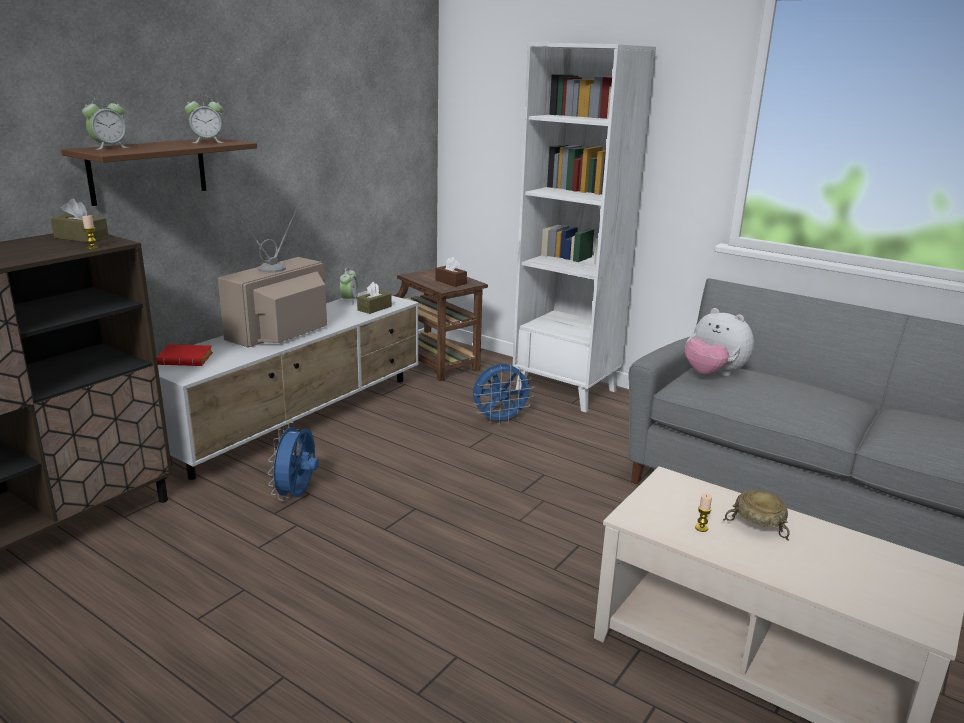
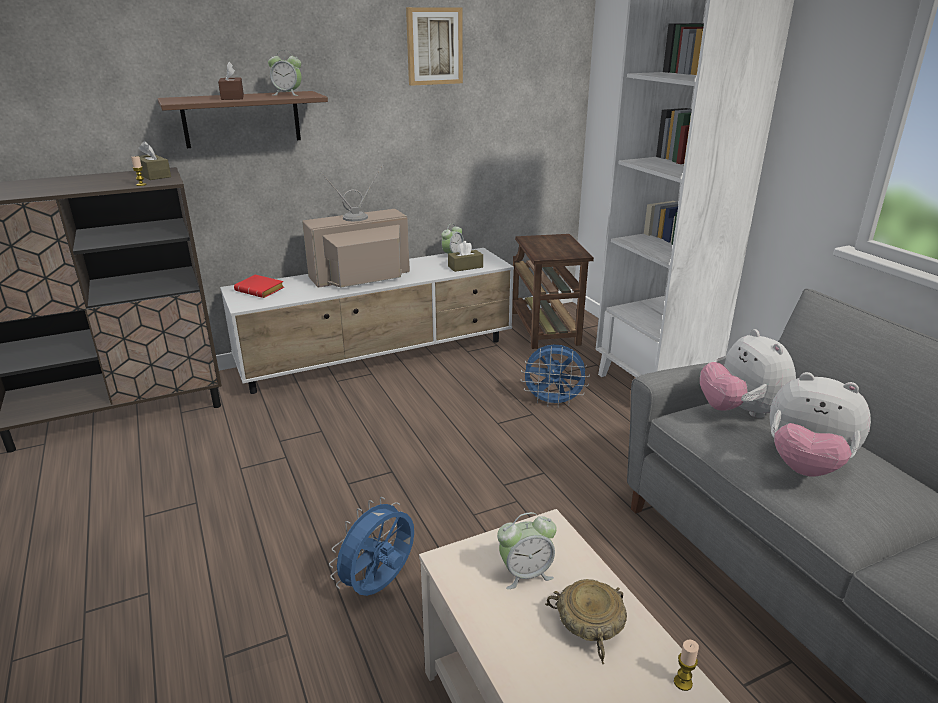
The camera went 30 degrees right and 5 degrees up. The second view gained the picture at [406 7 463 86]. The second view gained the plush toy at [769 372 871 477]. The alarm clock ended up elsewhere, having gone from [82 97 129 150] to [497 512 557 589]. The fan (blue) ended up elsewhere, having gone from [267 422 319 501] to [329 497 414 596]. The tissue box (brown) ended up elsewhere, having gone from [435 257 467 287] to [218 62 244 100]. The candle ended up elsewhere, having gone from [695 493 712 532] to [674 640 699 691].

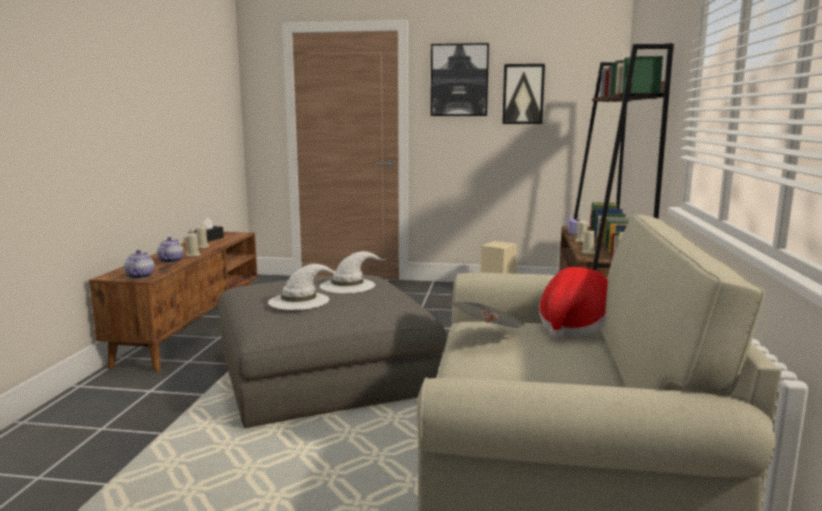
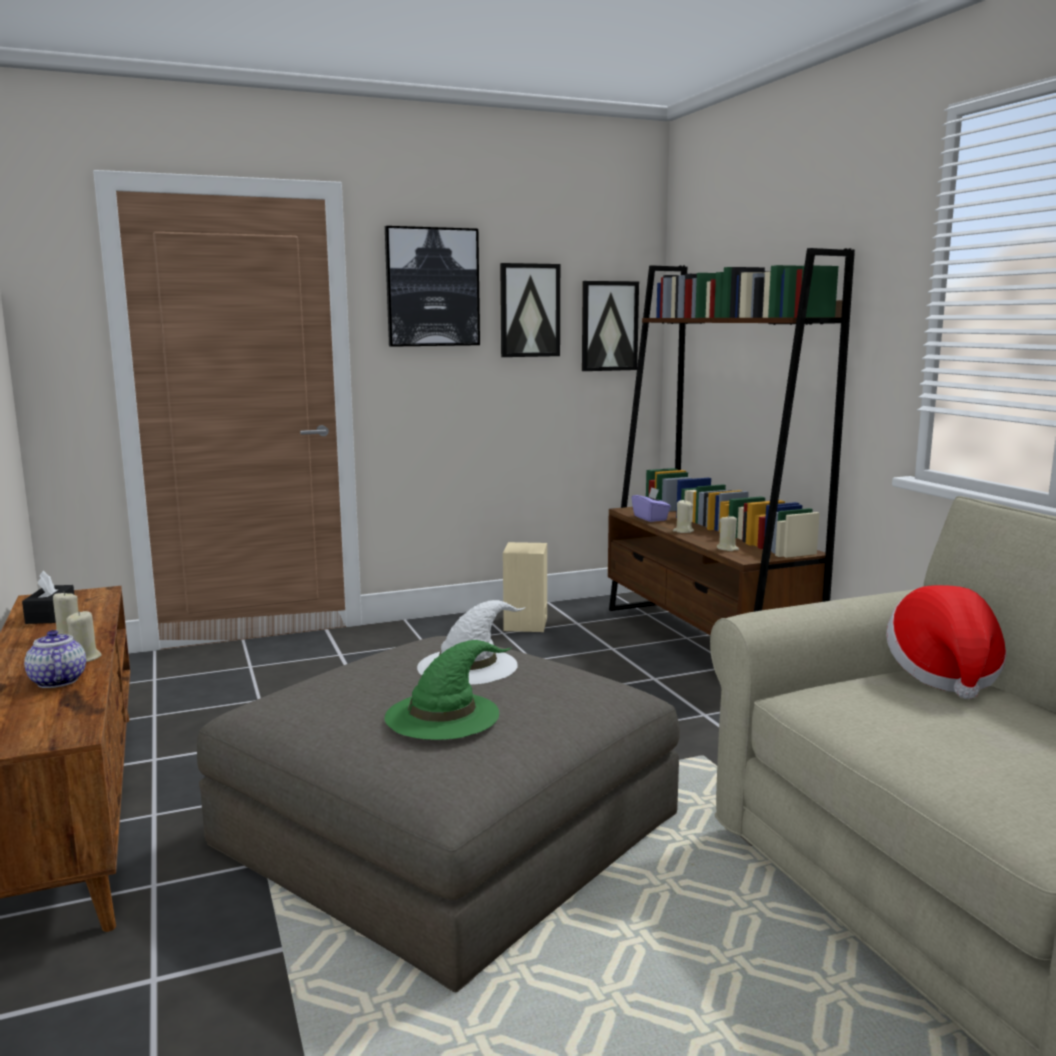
The camera went 30 degrees left and 0 degrees up. The second view lost the teapot at [124 250 154 279]. The second view lost the newspaper at [449 302 525 328]. The second view gained the picture at [582 281 639 371]. What was the hat (white) at [268 264 342 310] turned into the hat (green) at [385 640 512 740].

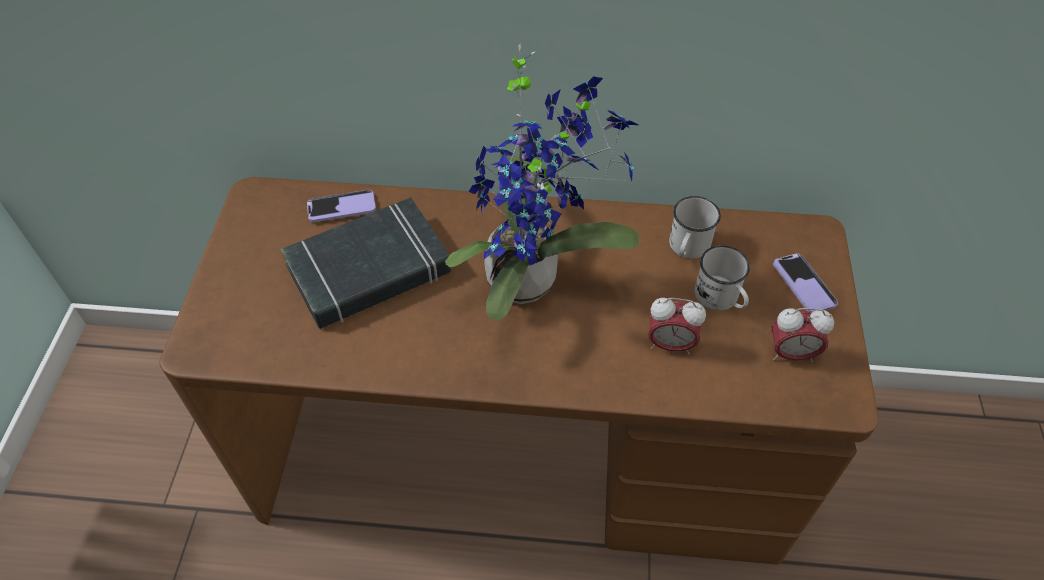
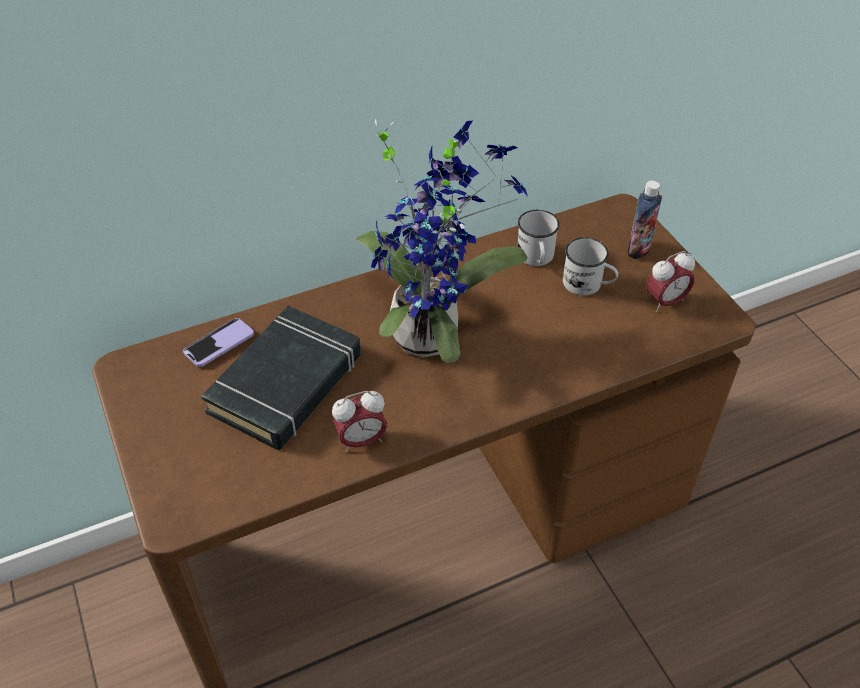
The camera went 30 degrees left and 5 degrees down. The alarm clock ended up elsewhere, having gone from [648 298 706 355] to [332 391 387 452]. Where the phone stood at [773 253 838 312], the bottle came to stand at [627 180 662 259].

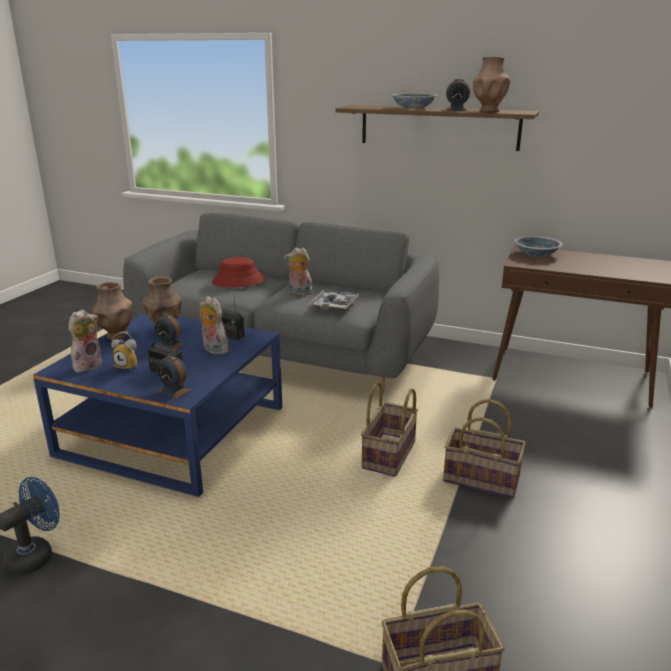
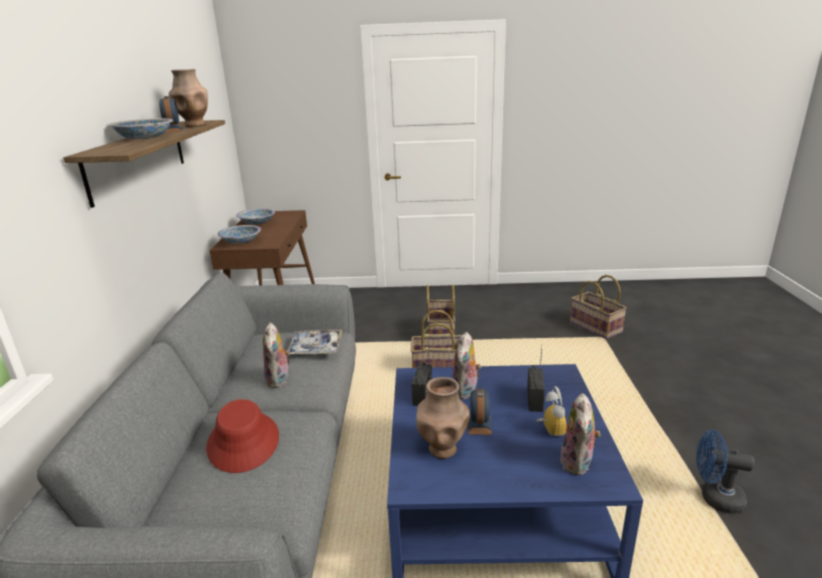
The camera went 110 degrees left and 0 degrees up. The second view lost the vase (brown) at [92 282 132 340]. The second view lost the alarm clock at [157 355 191 399]. The second view gained the bowl at [236 208 275 225]. The plush toy at [69 309 102 373] ended up facing another way, 90 degrees counterclockwise from before.

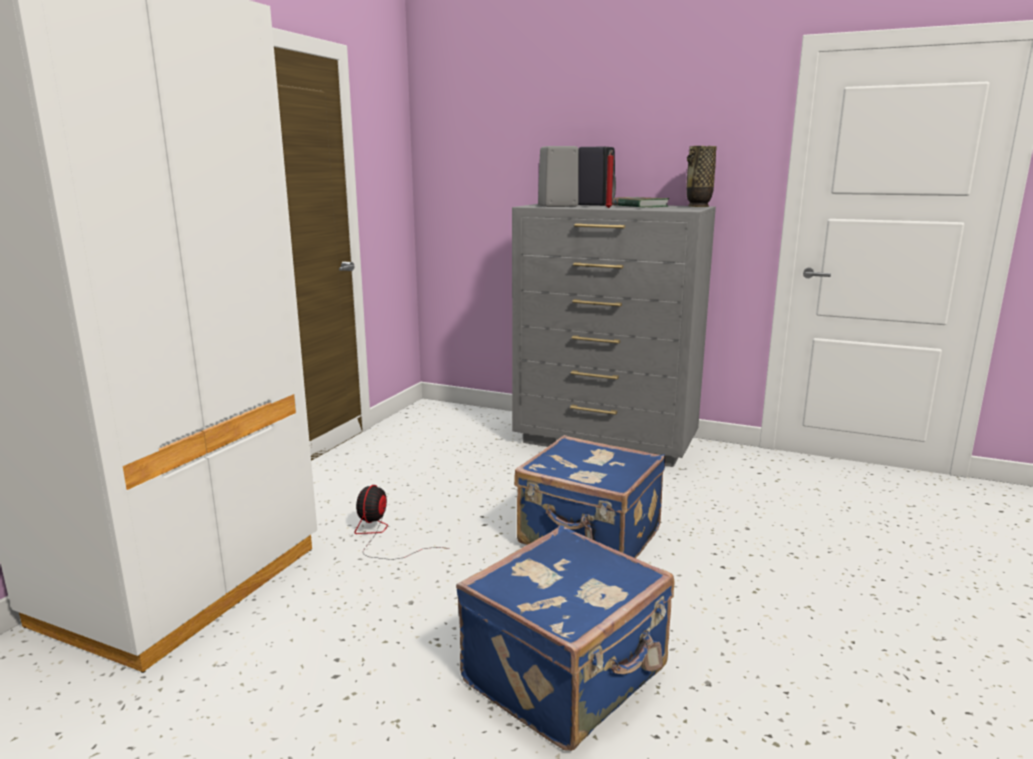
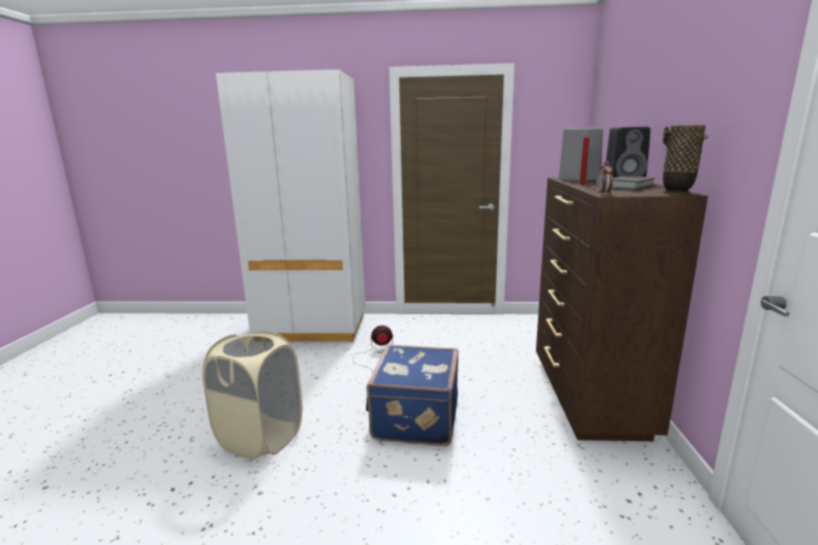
The camera went 70 degrees right and 0 degrees up. The second view gained the alarm clock at [596 161 613 195]. Where the suitcase (blue) stood at [456 525 675 751], the laundry basket (beige) came to stand at [202 330 302 459]. What was the dresser (grey) at [512 204 716 467] turned into the dresser (brown) at [536 177 708 441].

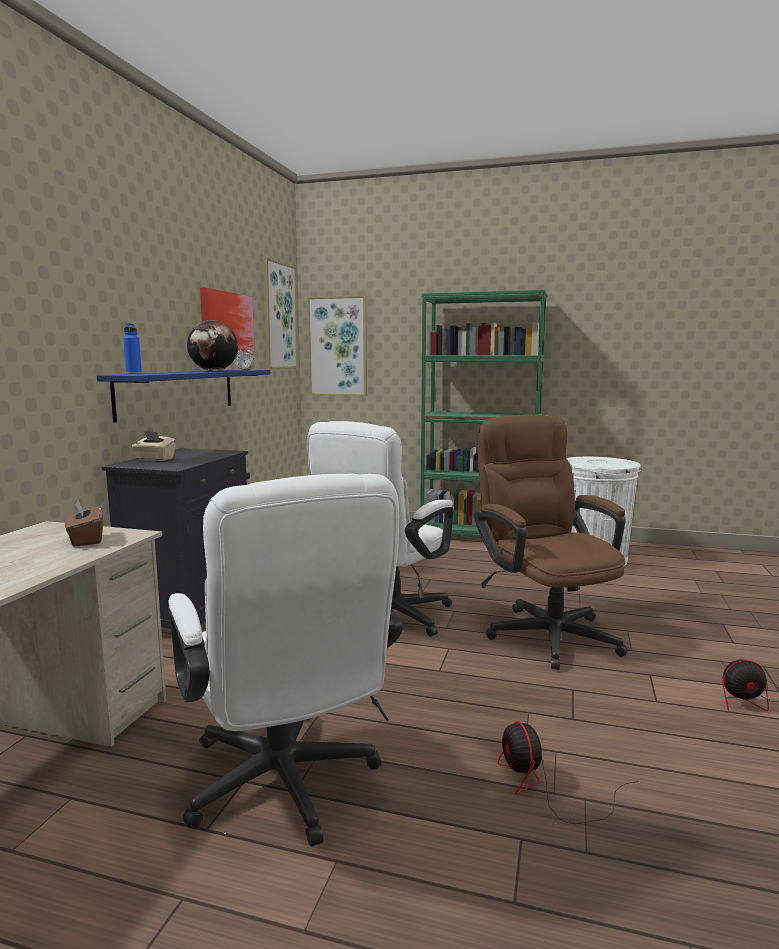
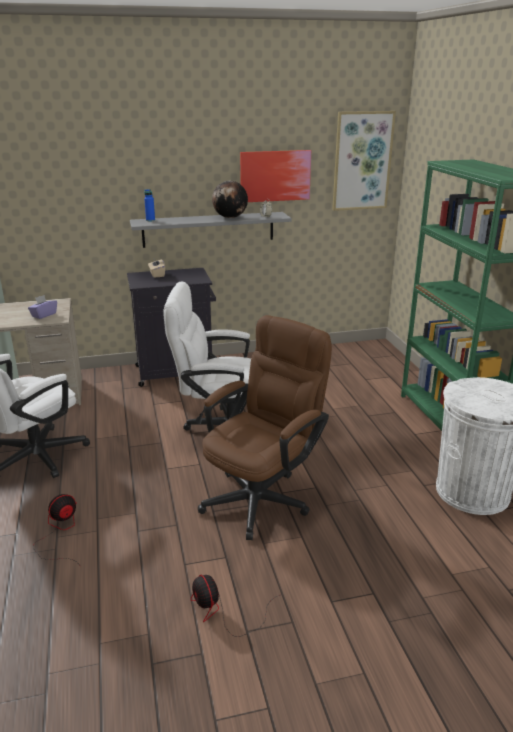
The camera went 60 degrees right and 15 degrees up. The second view lost the picture at [307 295 367 396]. What was the tissue box (brown) at [65 500 103 546] turned into the tissue box (purple) at [28 295 57 319]. What was the shelf (blue) at [97 370 270 422] turned into the shelf (grey) at [130 212 292 248].

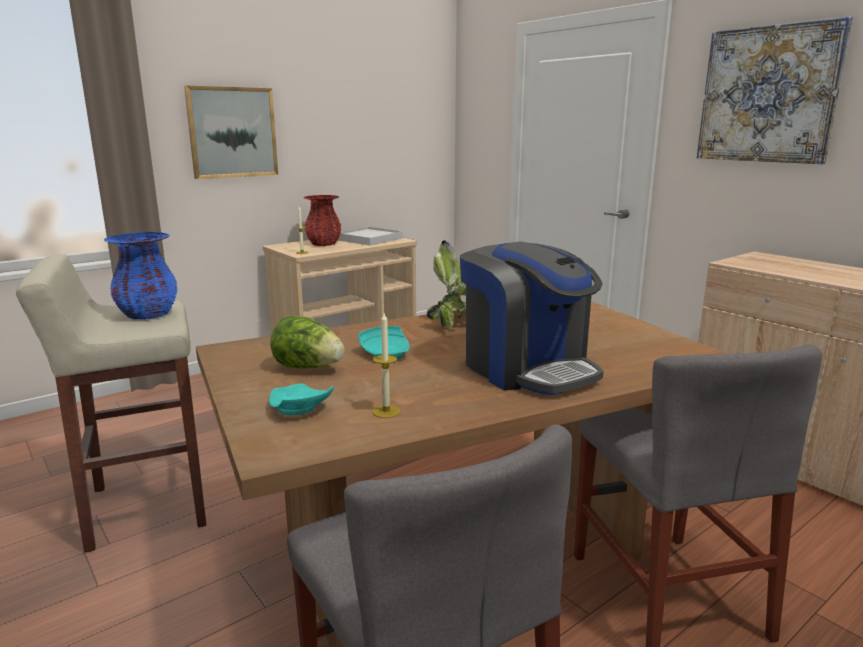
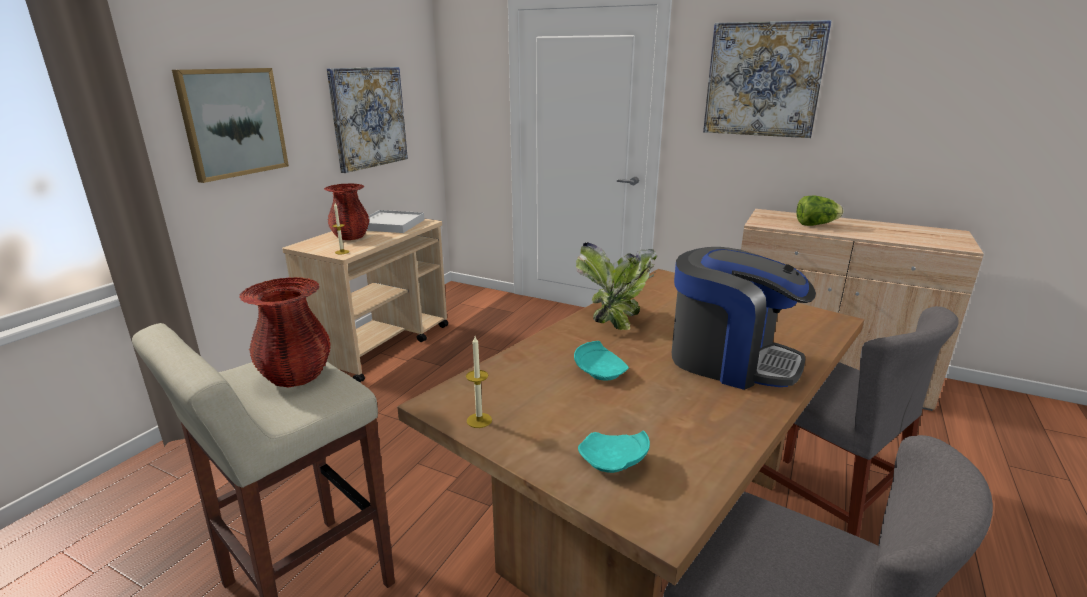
The camera went 25 degrees left and 5 degrees up. The second view gained the picture at [327 67 408 173]. The lettuce ended up elsewhere, having gone from [270 316 345 368] to [796 196 843 226]. The candle ended up elsewhere, having gone from [373 313 400 418] to [466 336 492 428]. What was the vase (blue) at [104 232 178 319] turned into the vase (red) at [239 277 331 388].

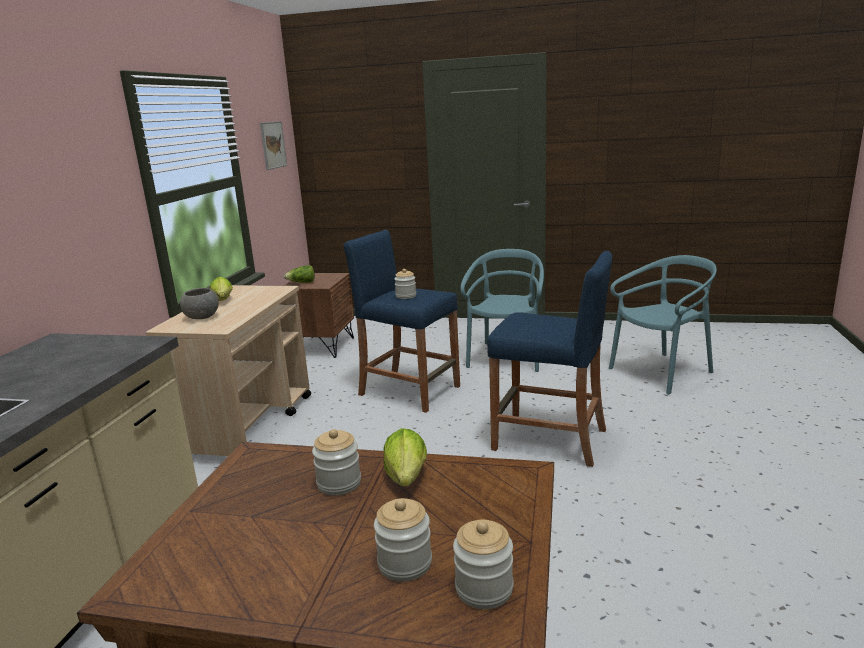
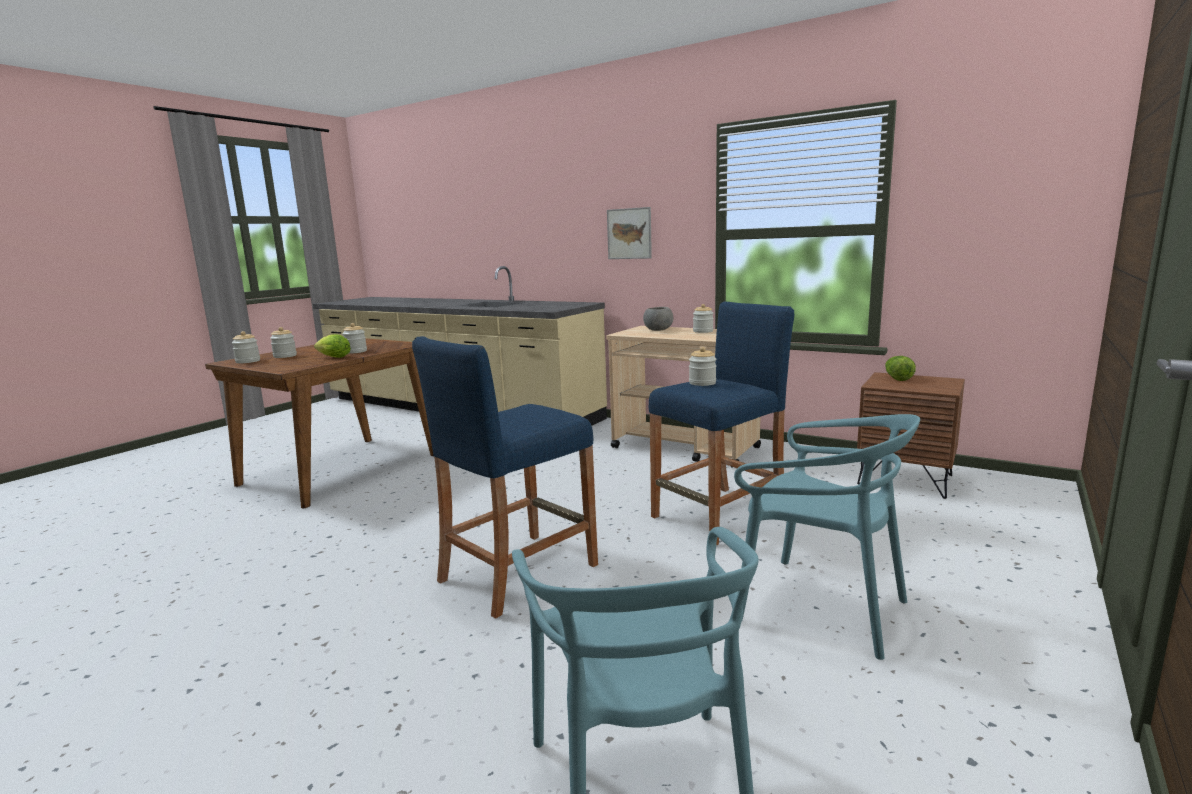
The camera went 110 degrees right and 5 degrees down. The picture ended up elsewhere, having gone from [260 121 287 170] to [607 207 652 259]. Where the lettuce stood at [210 277 233 301], the jar came to stand at [693 304 714 333].

